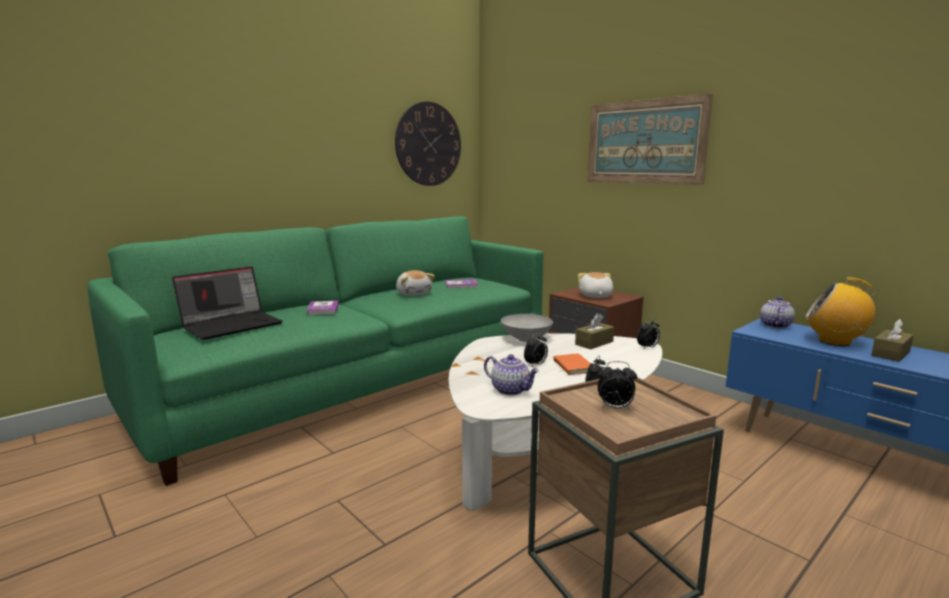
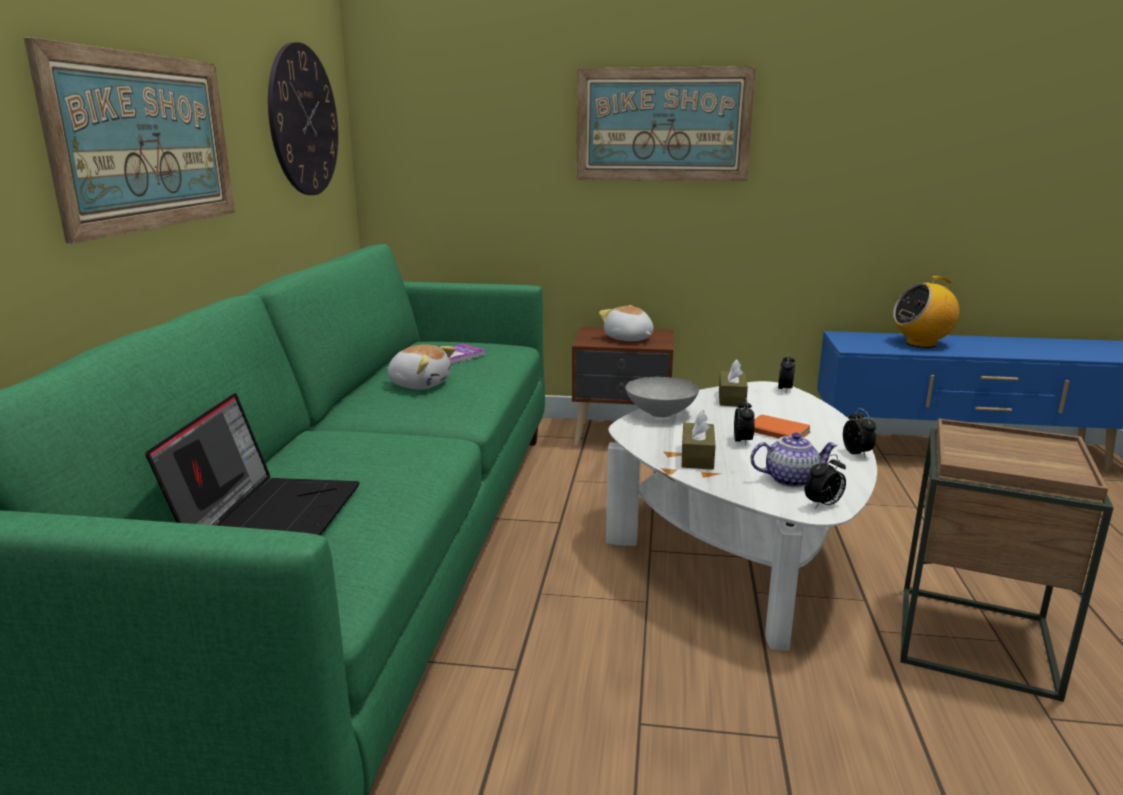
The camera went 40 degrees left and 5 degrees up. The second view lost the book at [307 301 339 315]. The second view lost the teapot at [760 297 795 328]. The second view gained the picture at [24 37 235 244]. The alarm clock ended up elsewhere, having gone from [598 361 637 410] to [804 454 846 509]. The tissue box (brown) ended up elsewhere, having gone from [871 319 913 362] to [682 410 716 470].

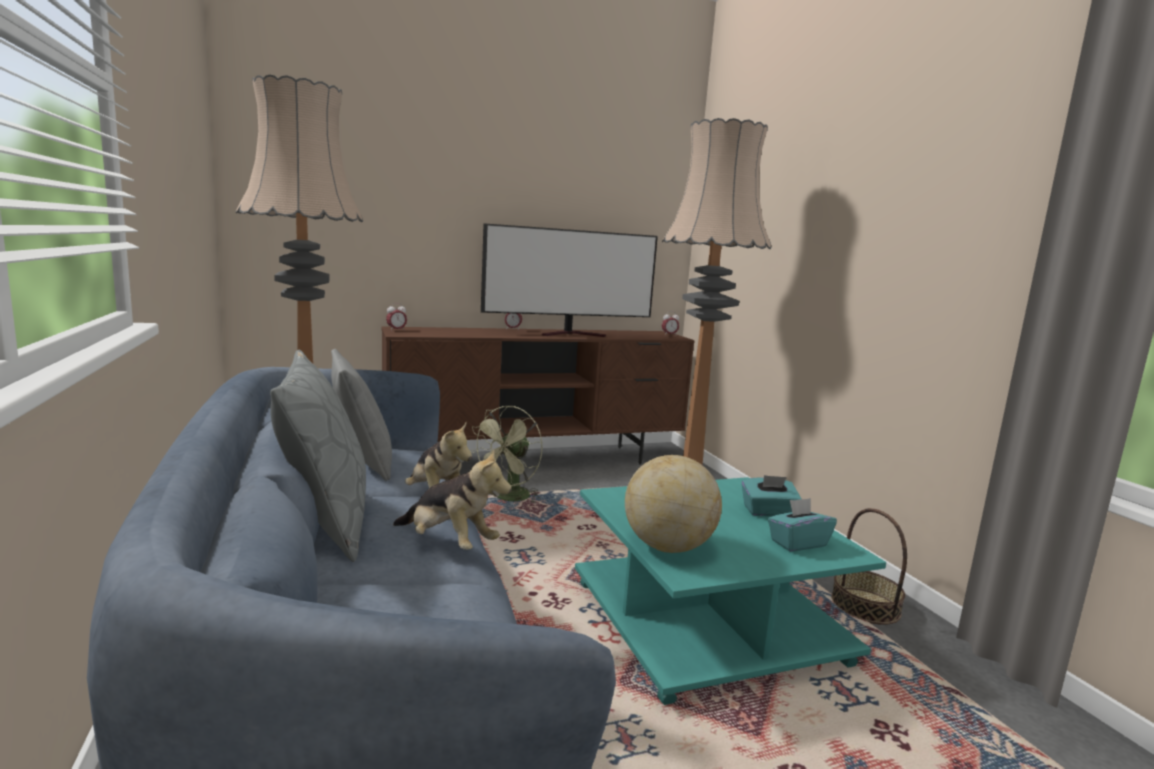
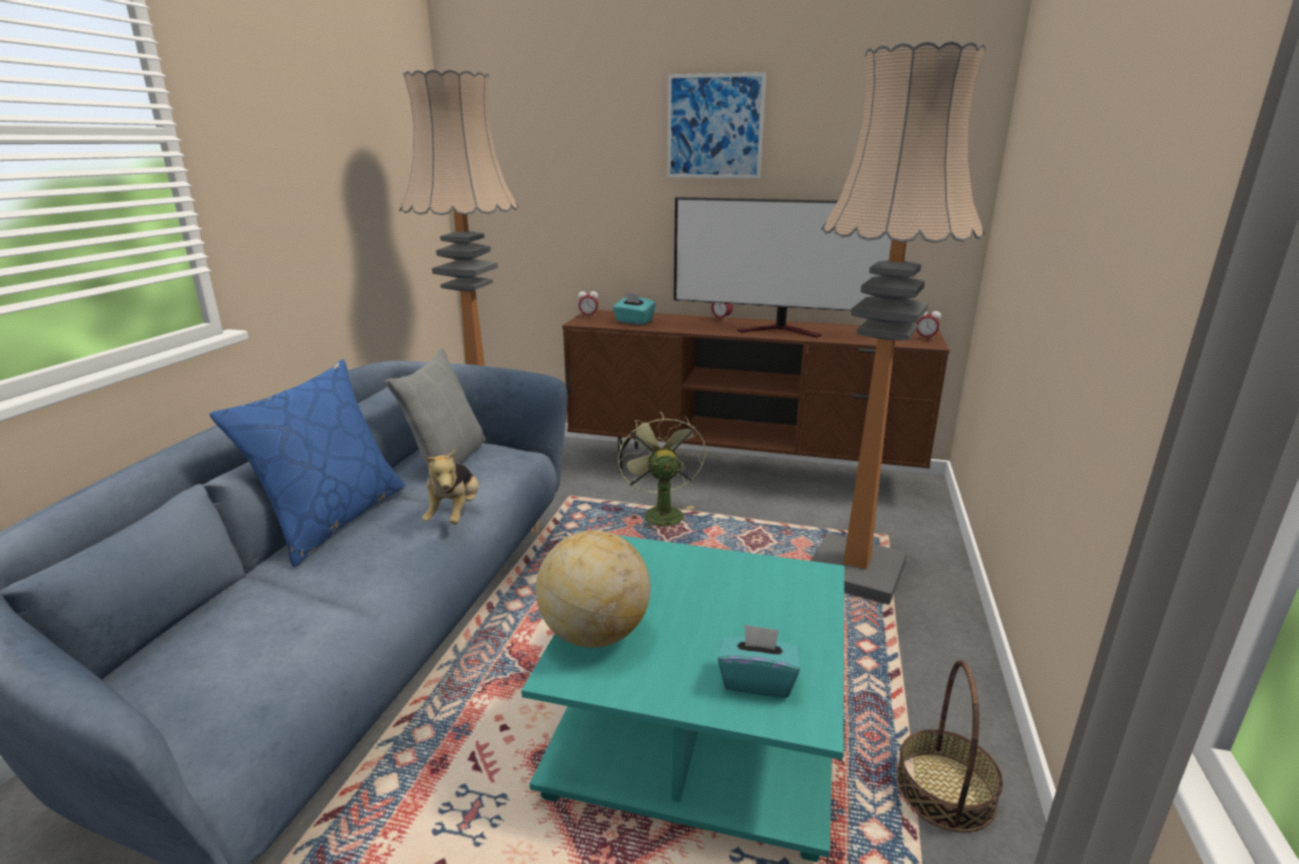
The camera went 35 degrees right and 10 degrees up. The second view lost the plush toy at [393 449 512 550]. The second view gained the picture at [667 72 766 178]. The tissue box (turquoise) ended up elsewhere, having gone from [742 475 801 517] to [613 292 656 325]. What was the pillow (grey) at [270 350 366 562] turned into the pillow (blue) at [210 359 406 567]. The fan (green) at [470 406 542 503] ended up facing another way, 105 degrees clockwise from before.

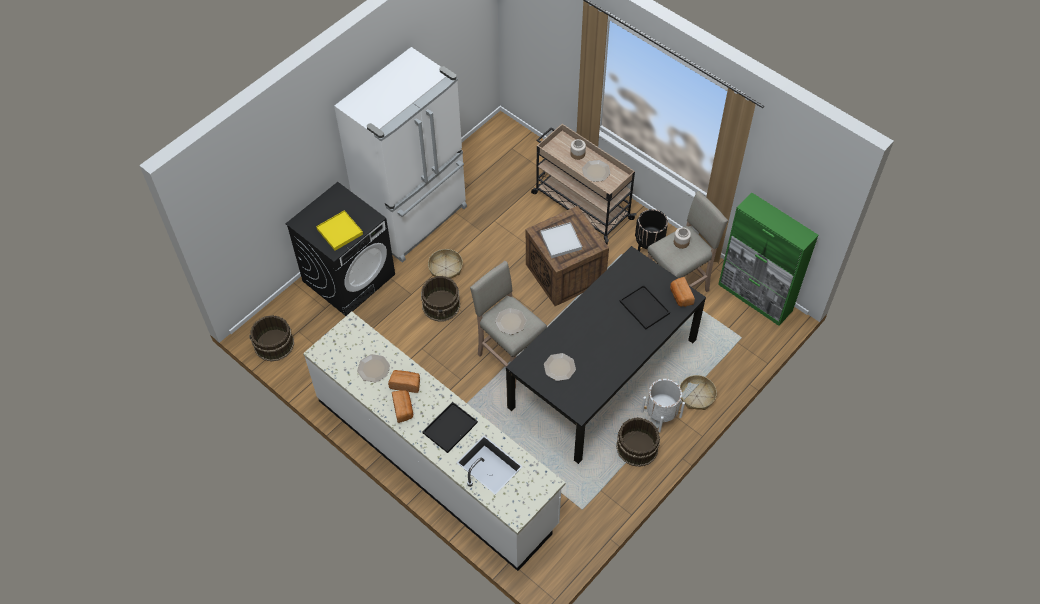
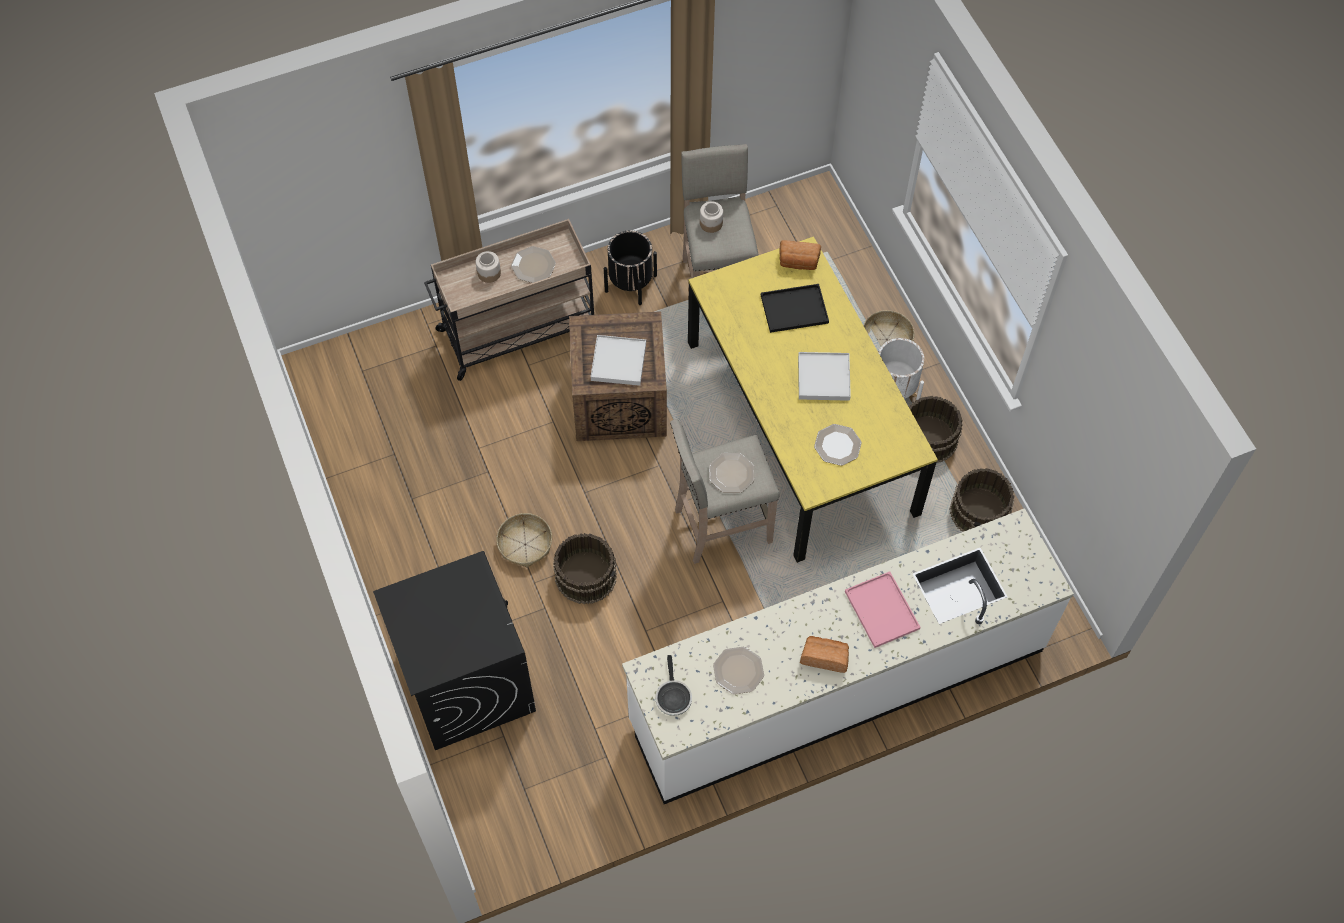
The camera went 65 degrees left and 5 degrees up. The second view lost the tray (yellow) at [316 210 363 251]. The second view lost the fridge (white) at [334 47 467 263]. The second view lost the bread at [388 370 420 393]. The second view lost the cabinet (green) at [718 192 818 326]. The second view gained the frying pan at [655 655 692 716]. The second view gained the tray (white) at [798 352 851 401]. The bucket (brown) ended up elsewhere, having gone from [249 315 294 362] to [950 468 1014 532]. What was the tray (black) at [423 402 478 453] turned into the tray (pink) at [845 571 921 648]. What was the dining table (black) at [506 246 706 464] turned into the dining table (yellow) at [688 236 938 563].

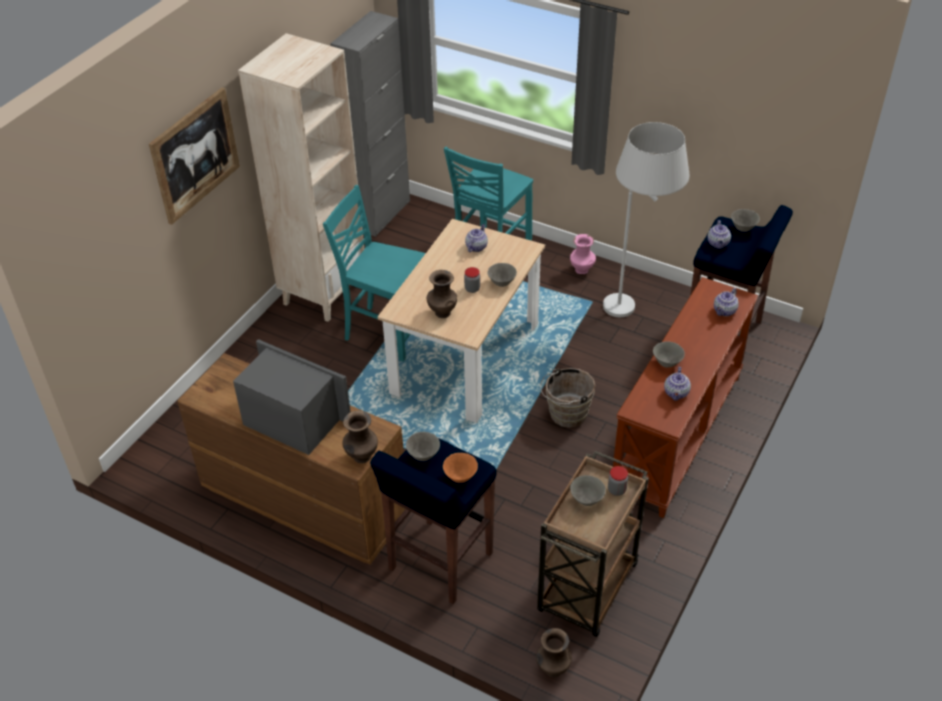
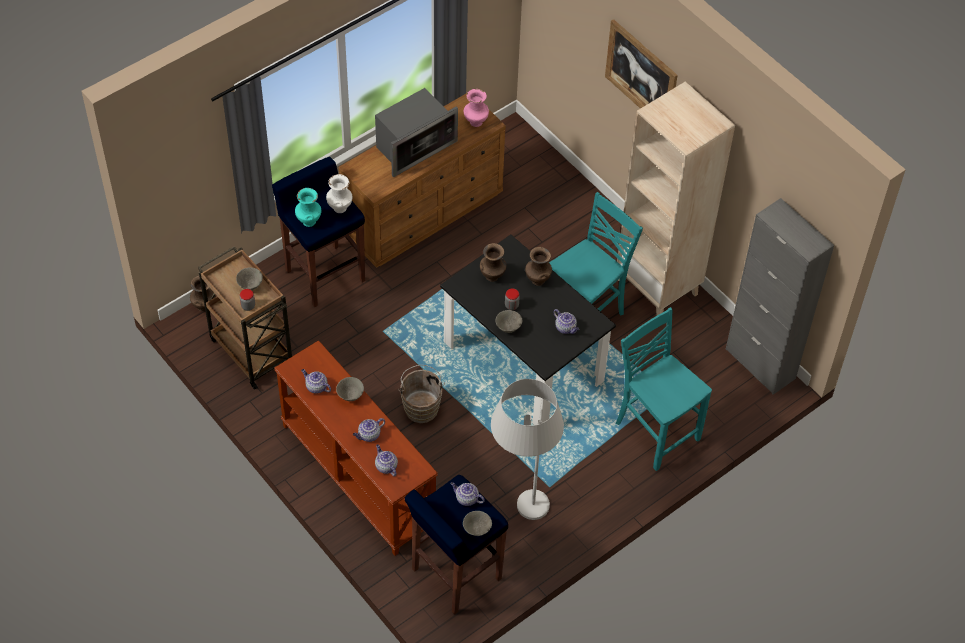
The camera went 110 degrees right and 10 degrees up. The second view gained the teapot at [353 418 385 442]. The vase (brown) ended up elsewhere, having gone from [342 411 378 463] to [525 247 552 286]. The vase (pink) ended up elsewhere, having gone from [570 234 596 274] to [464 89 489 127]. Where the bowl (grey) stood at [406 432 440 461], the vase (white) came to stand at [326 174 353 213]. Where the bowl (orange) stood at [443 453 478 483], the vase (turquoise) came to stand at [295 188 321 227]. What was the dining table (beige) at [378 219 545 423] turned into the dining table (black) at [440 234 616 425].

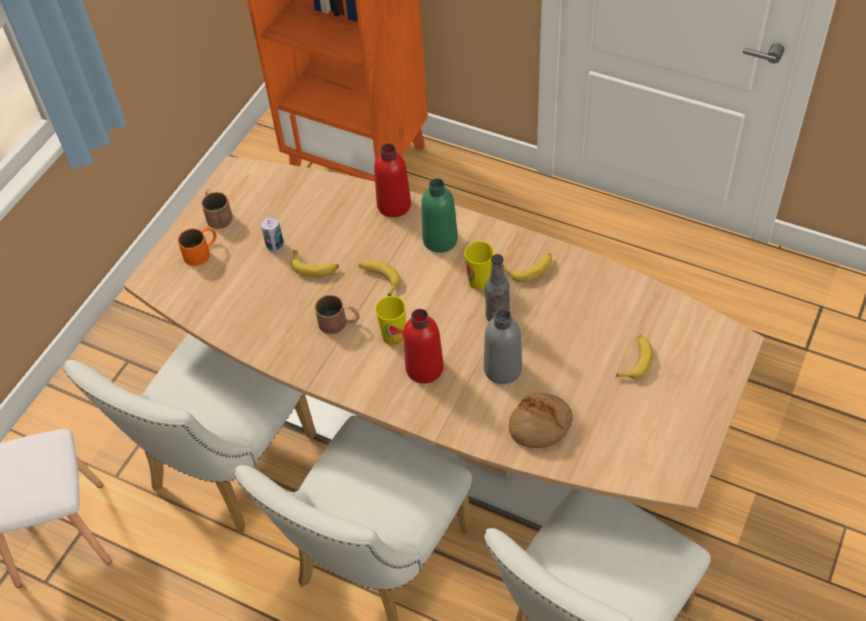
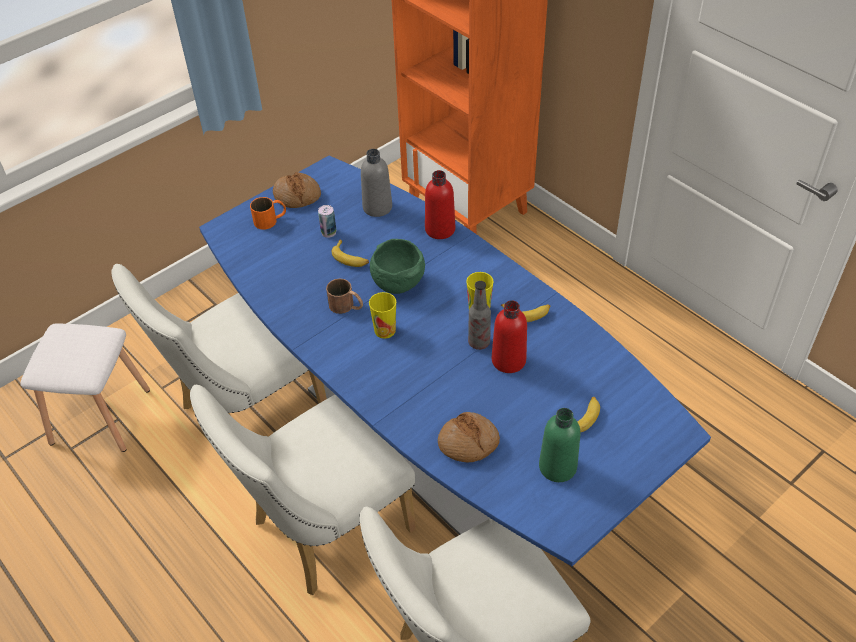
The camera went 20 degrees right and 5 degrees down. The bottle (red) ended up elsewhere, having gone from [403 309 444 383] to [492 301 527 373]. The bottle (green) ended up elsewhere, having gone from [421 178 458 253] to [539 408 580 482]. The bottle (grey) ended up elsewhere, having gone from [484 309 522 384] to [361 149 392 217]. Where the mug (brown) stood at [202 189 233 229], the bread came to stand at [273 172 321 208]. Where the banana stood at [359 260 401 296], the bowl (green) came to stand at [370 239 425 294]. What was the dining table (brown) at [123 156 764 528] turned into the dining table (blue) at [199 156 711 566].

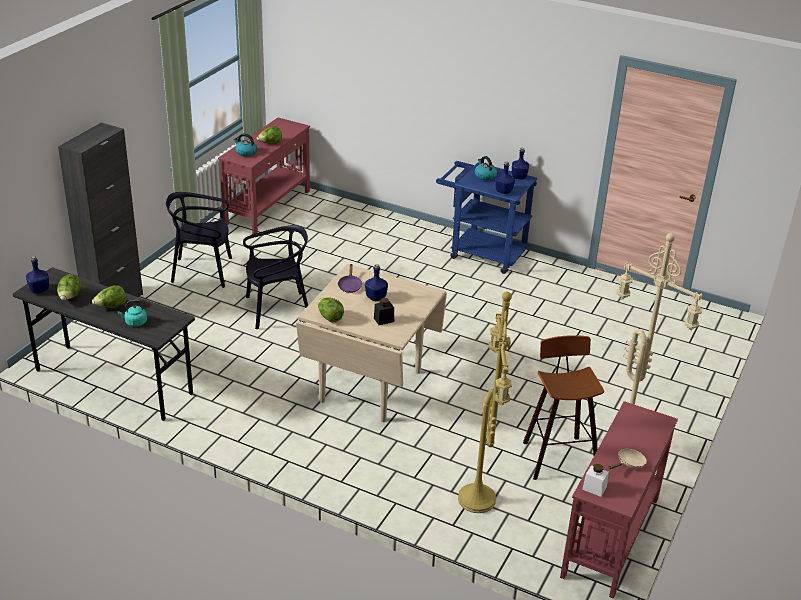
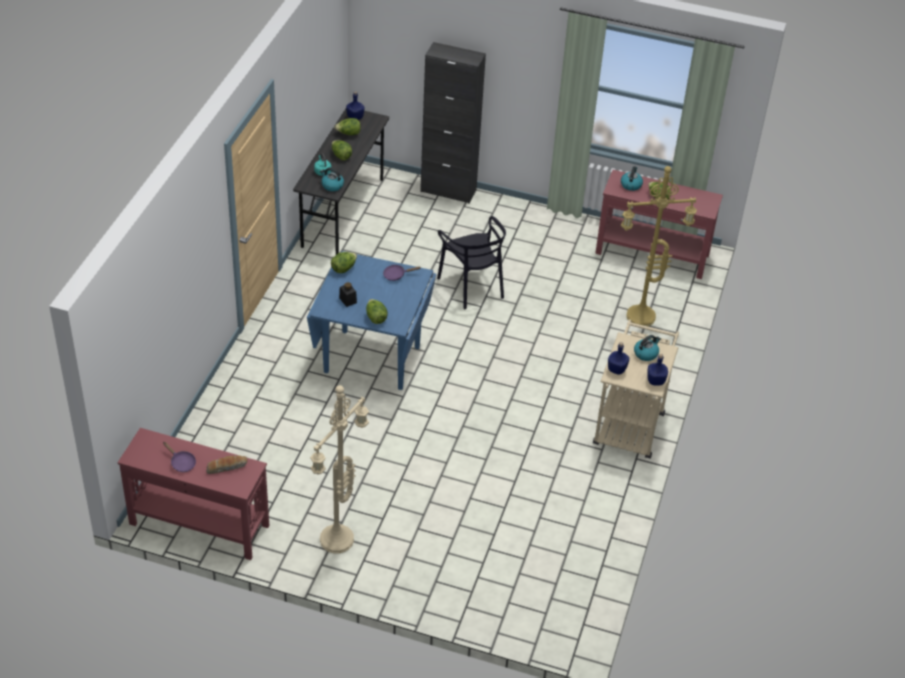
The camera went 80 degrees right and 10 degrees up. The second view lost the chair (black) at [166 192 232 288]. The second view lost the bottle (blue) at [365 264 388 301]. The second view lost the stool at [523 335 604 480]. The second view lost the jar (white) at [582 464 609 497]. The second view gained the bread at [206 455 247 474]. The second view gained the kettle at [320 167 344 191]. The second view gained the lettuce at [366 299 388 324]. The floor lamp (yellow) ended up elsewhere, having gone from [458 292 512 513] to [621 166 697 326]. What was the dining table (beige) at [296 264 447 422] turned into the dining table (blue) at [307 251 437 390]. What was the cart (blue) at [436 161 537 274] turned into the cart (beige) at [593 320 679 459]. What was the frying pan (beige) at [608 449 647 469] turned into the frying pan (purple) at [163 442 196 472].

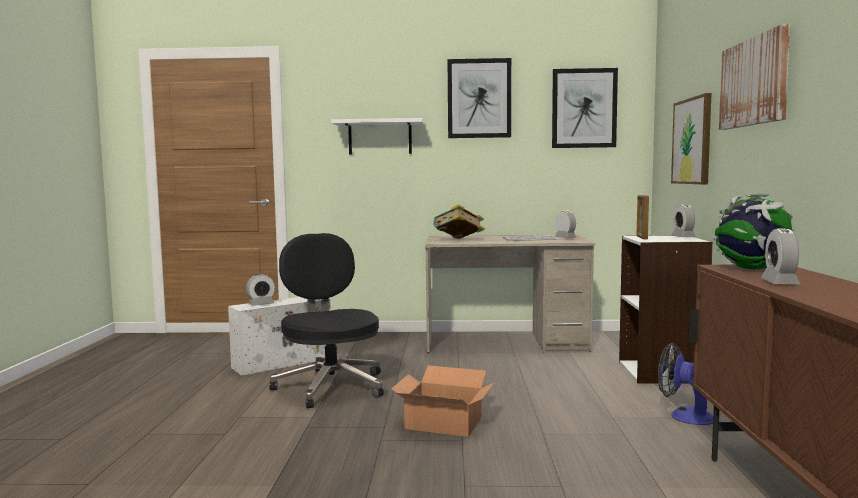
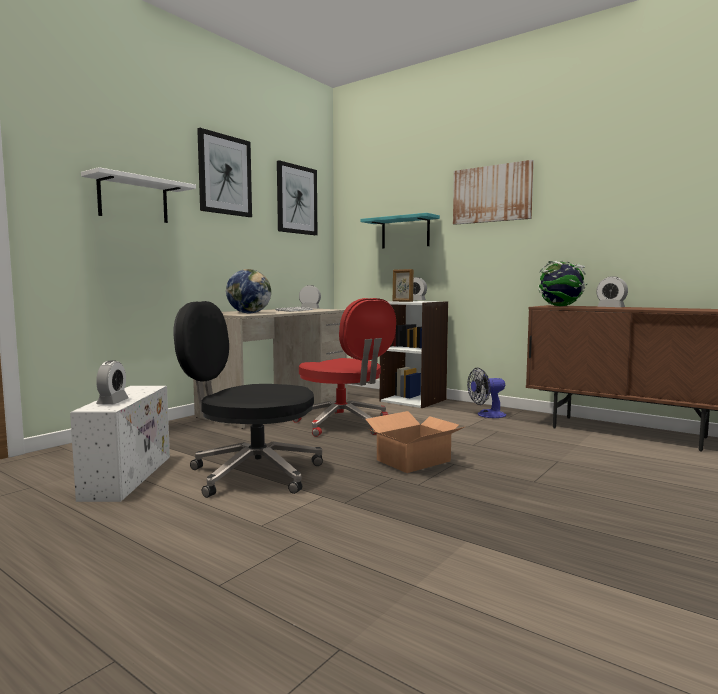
The camera went 55 degrees left and 0 degrees up. The second view gained the office chair (red) at [293 298 396 437]. Where the book stood at [433 204 485 239], the globe came to stand at [226 269 271 313]. Where the picture hung at [671 93 711 184], the shelf (turquoise) came to hang at [360 213 440 249].

